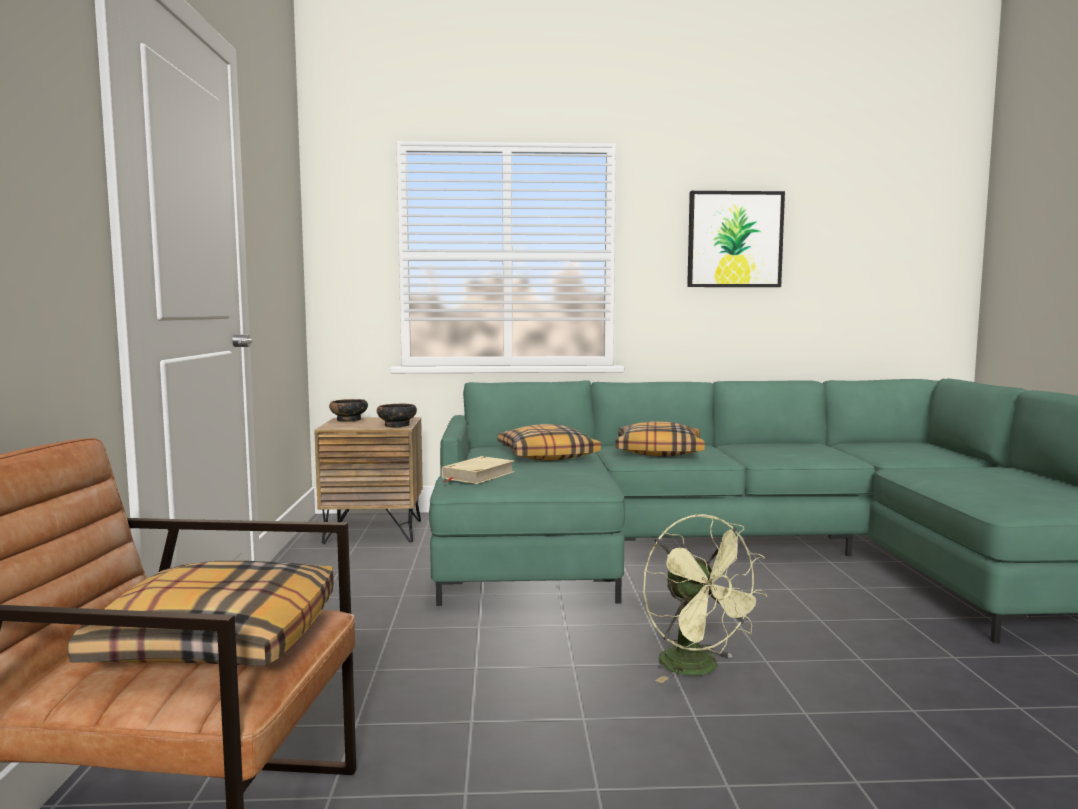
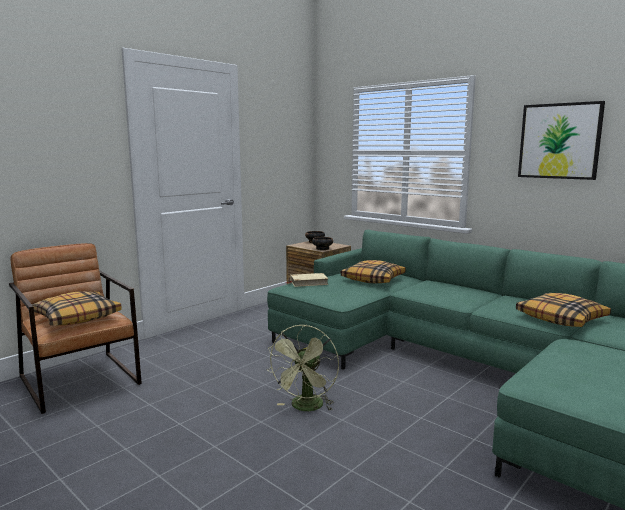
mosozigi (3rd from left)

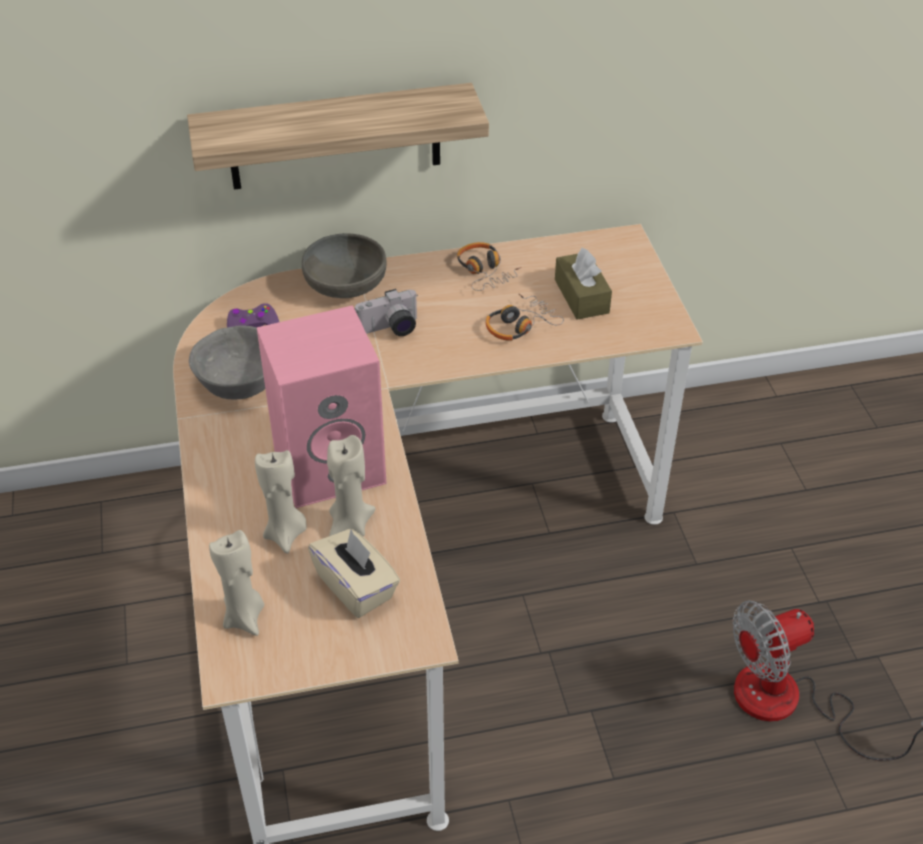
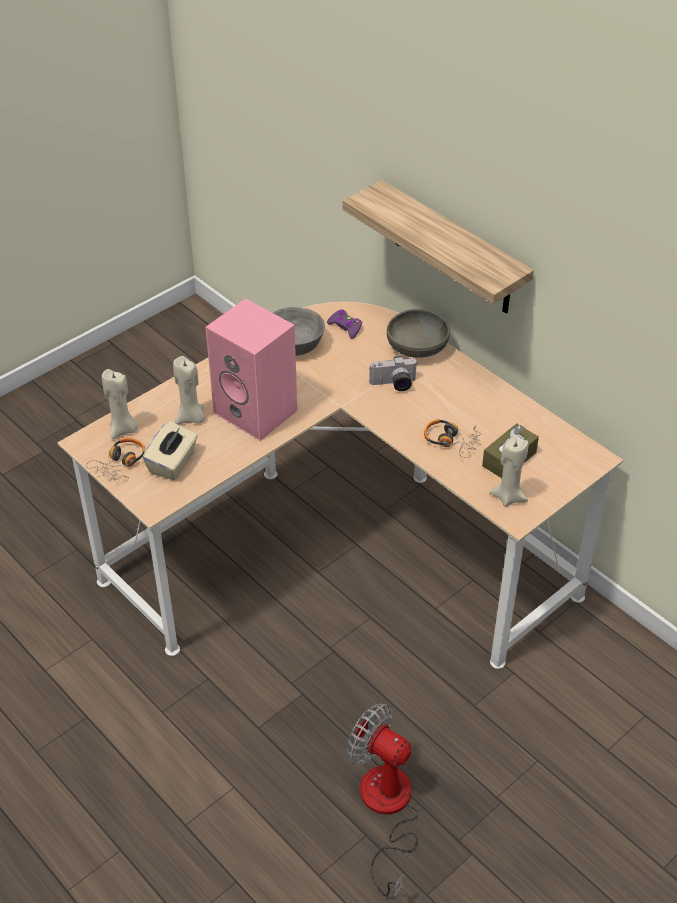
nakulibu (1st from left)
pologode
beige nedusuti (3rd from left)

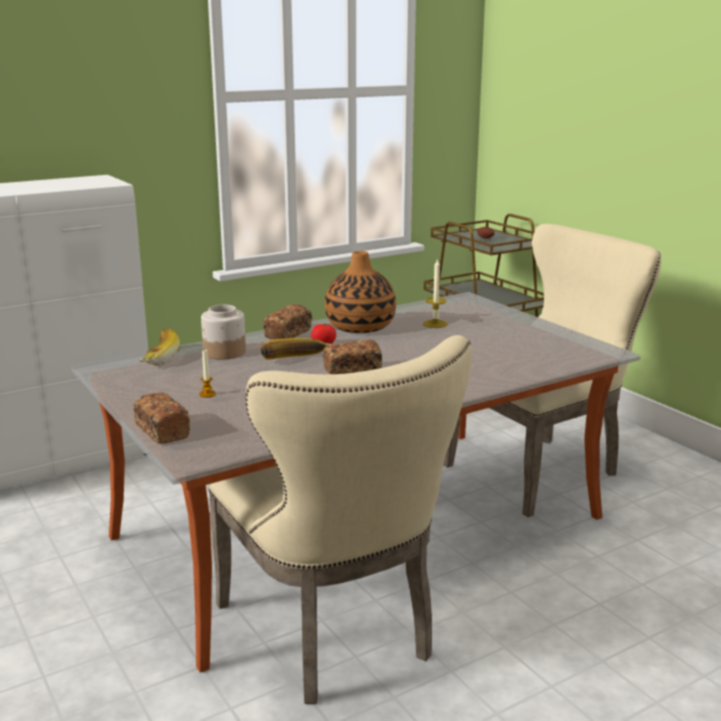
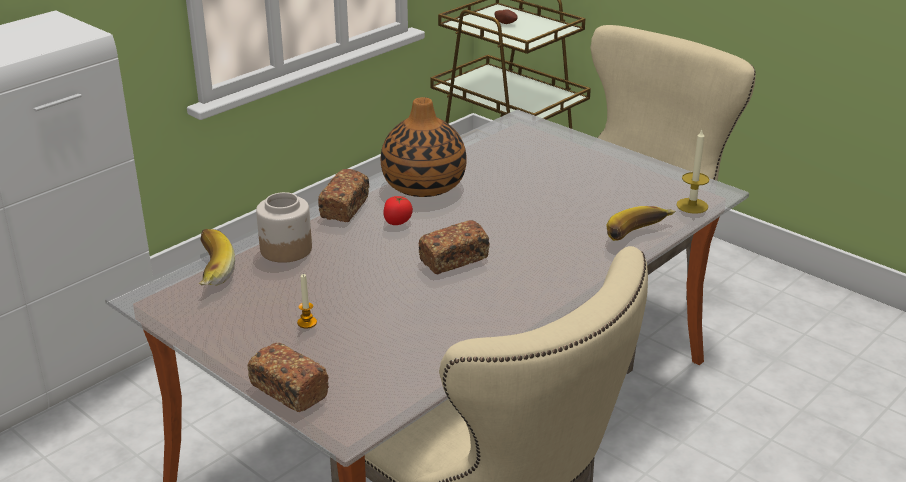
nedusuti (2nd from left)
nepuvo (2nd from left)

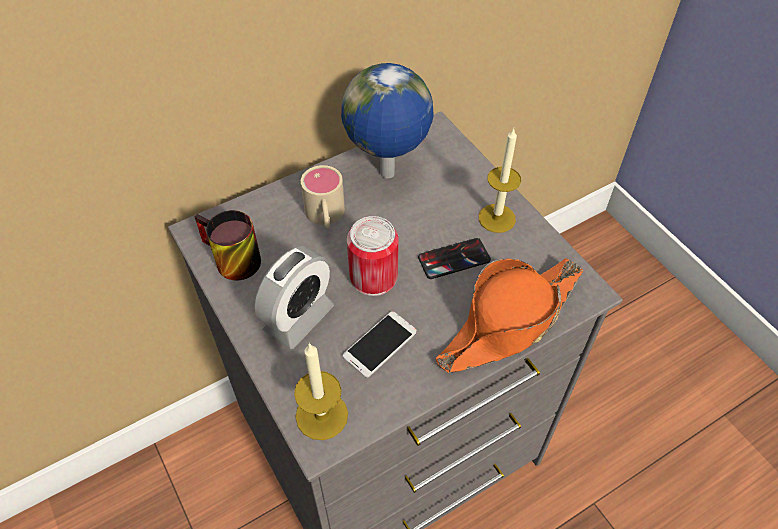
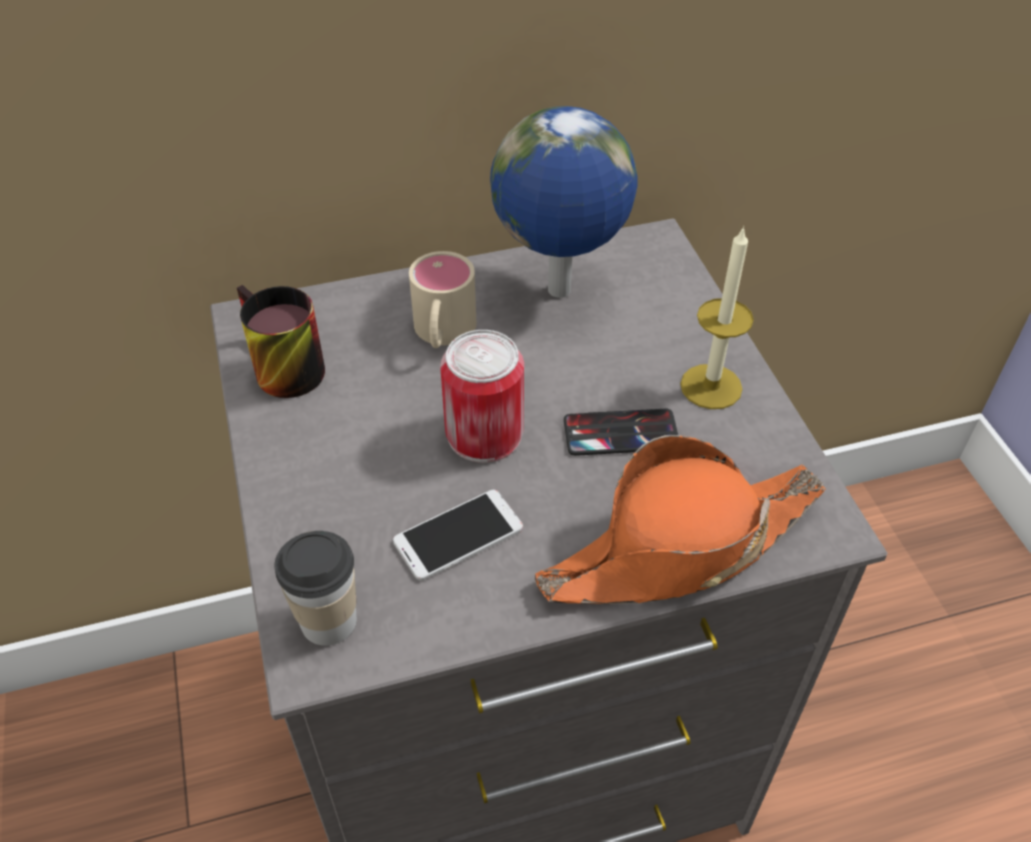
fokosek
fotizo

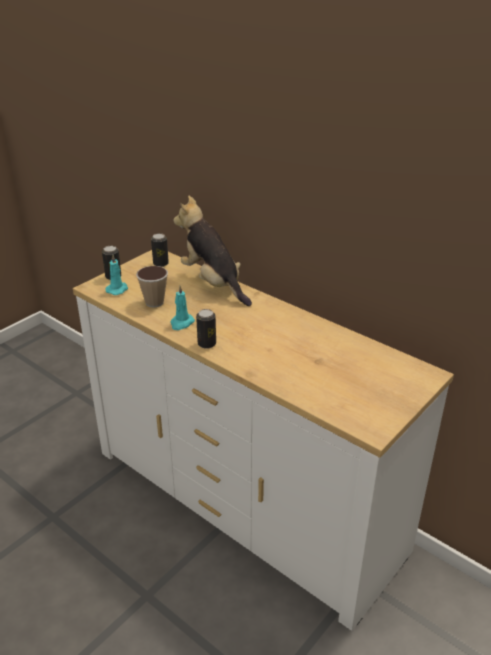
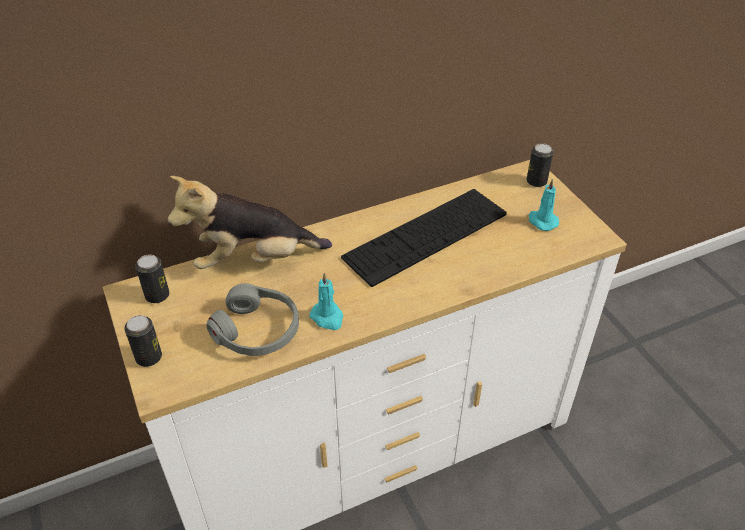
turquoise nedusuti (2nd from left)
grey nakulibu
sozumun (3rd from left)
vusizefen

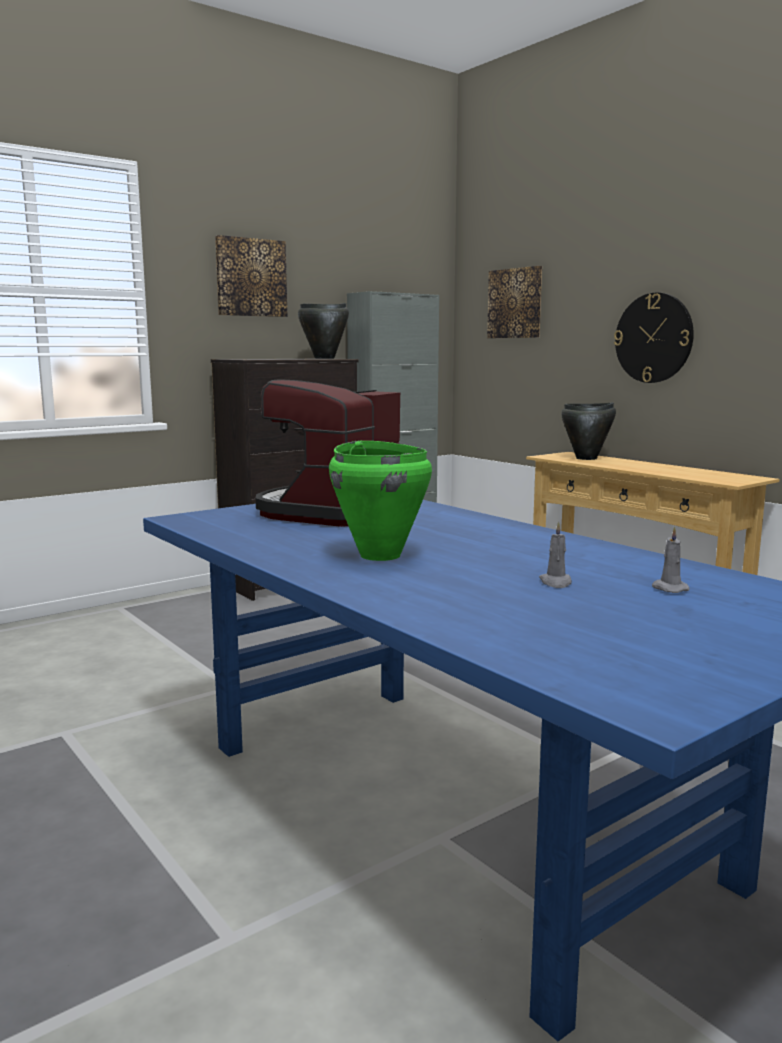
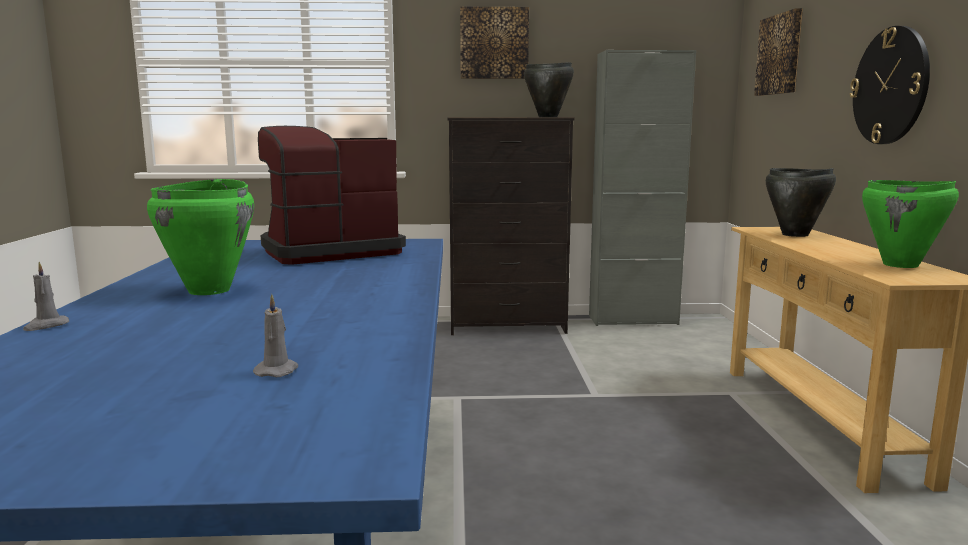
grey nedusuti (1st from left)
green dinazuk (2nd from left)

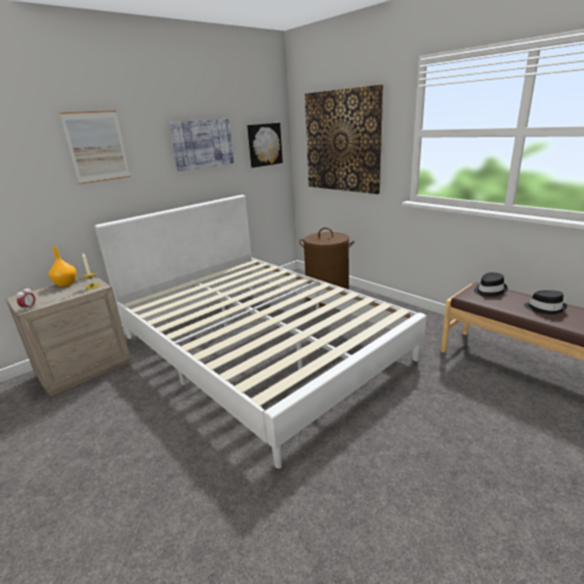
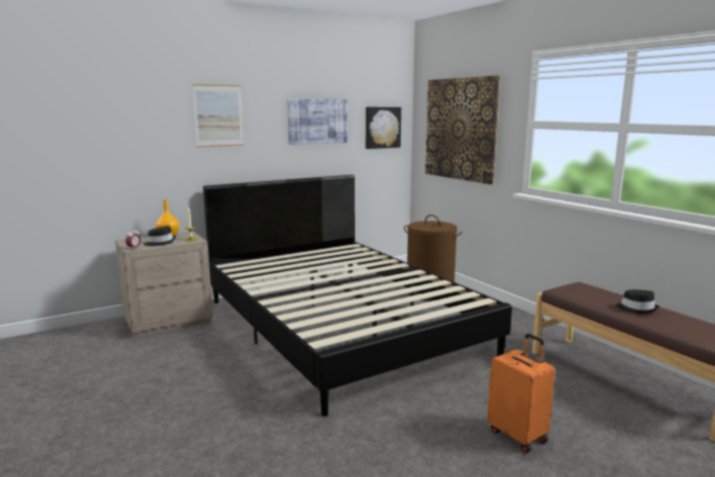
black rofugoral
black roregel (1st from left)
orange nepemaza

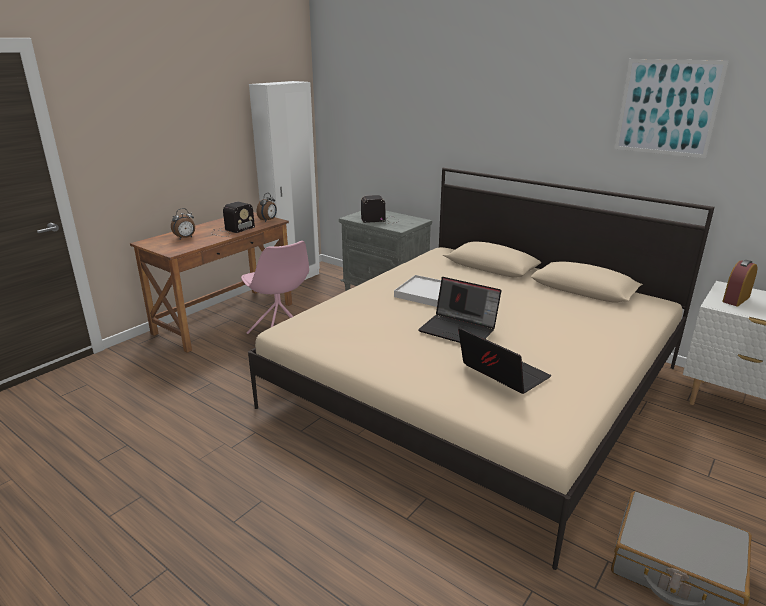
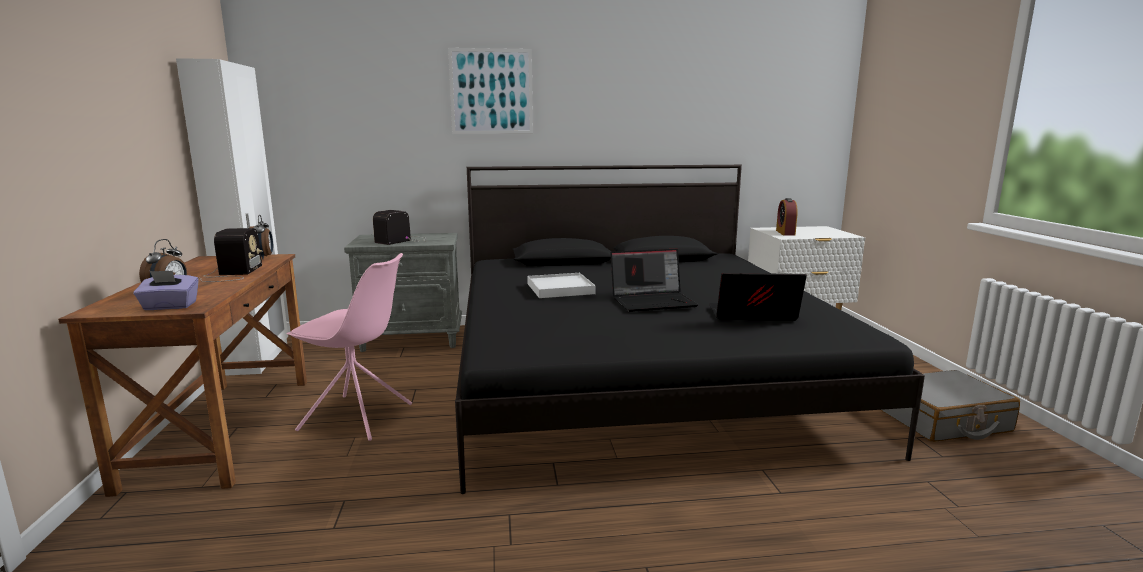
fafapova
black rofugoral
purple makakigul

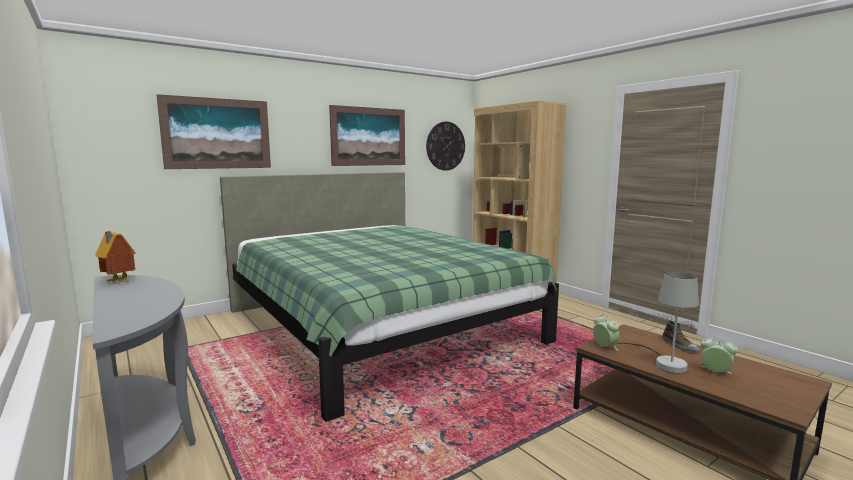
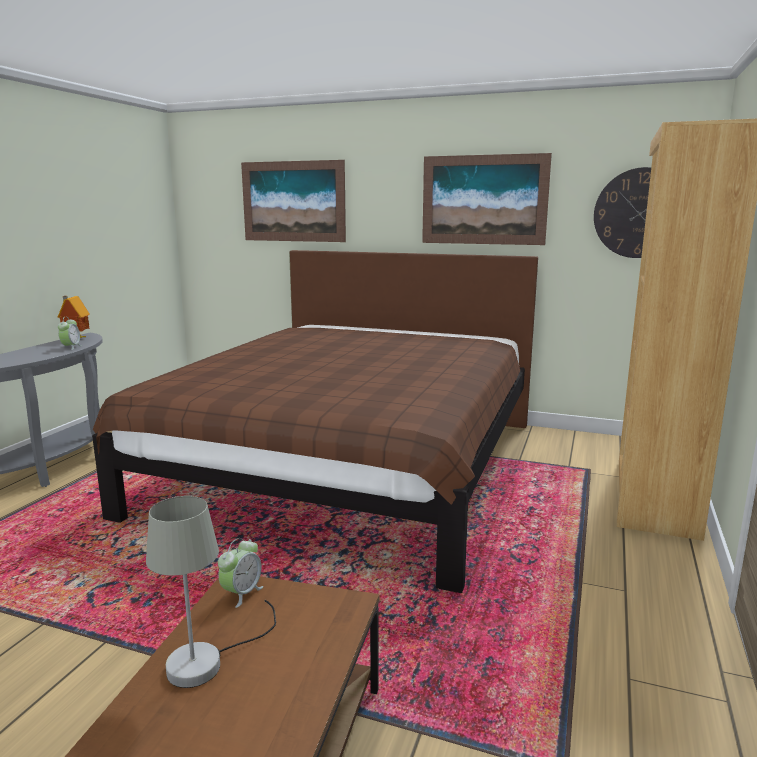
brown rofugoral
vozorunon
fokosek (1st from left)

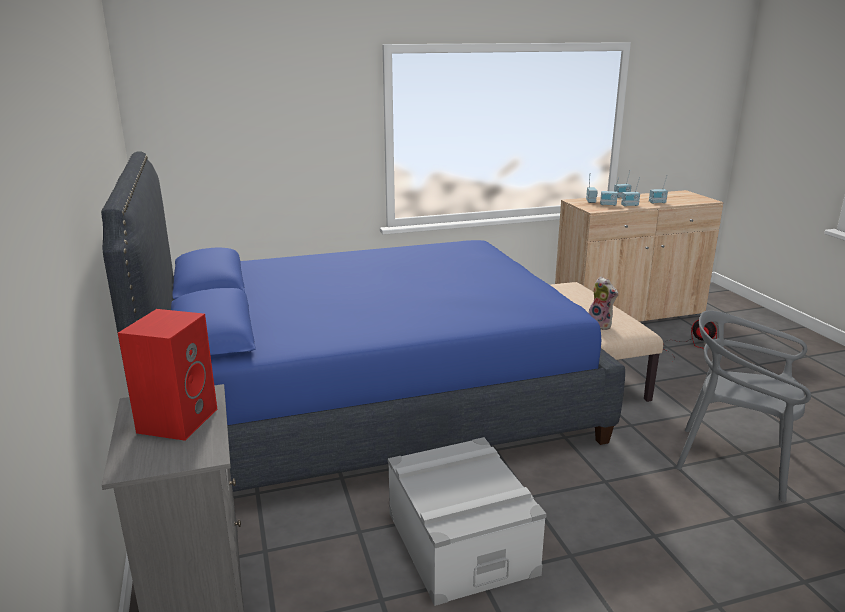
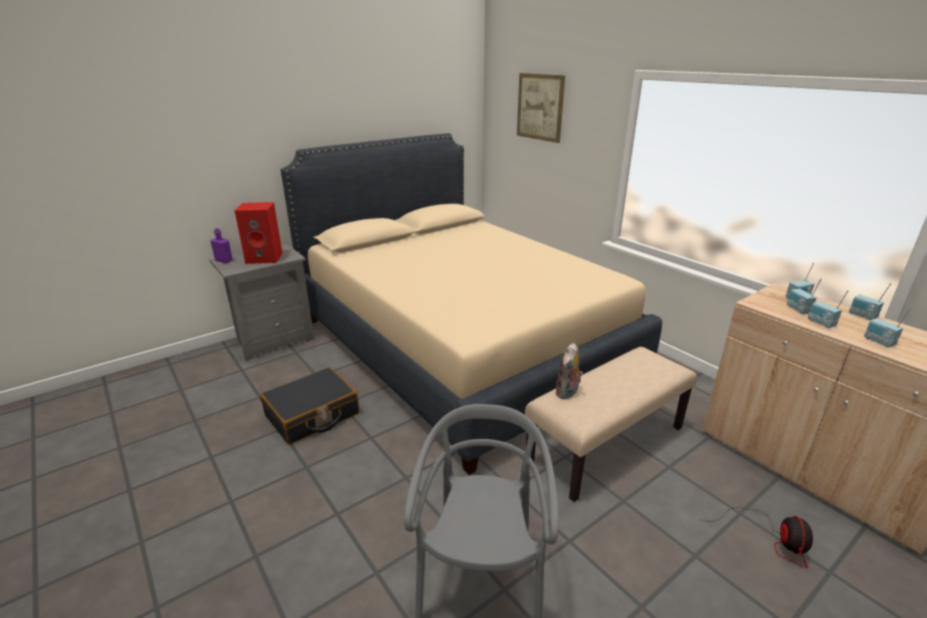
beige rofugoral
black nepemaza
fafapova
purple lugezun

